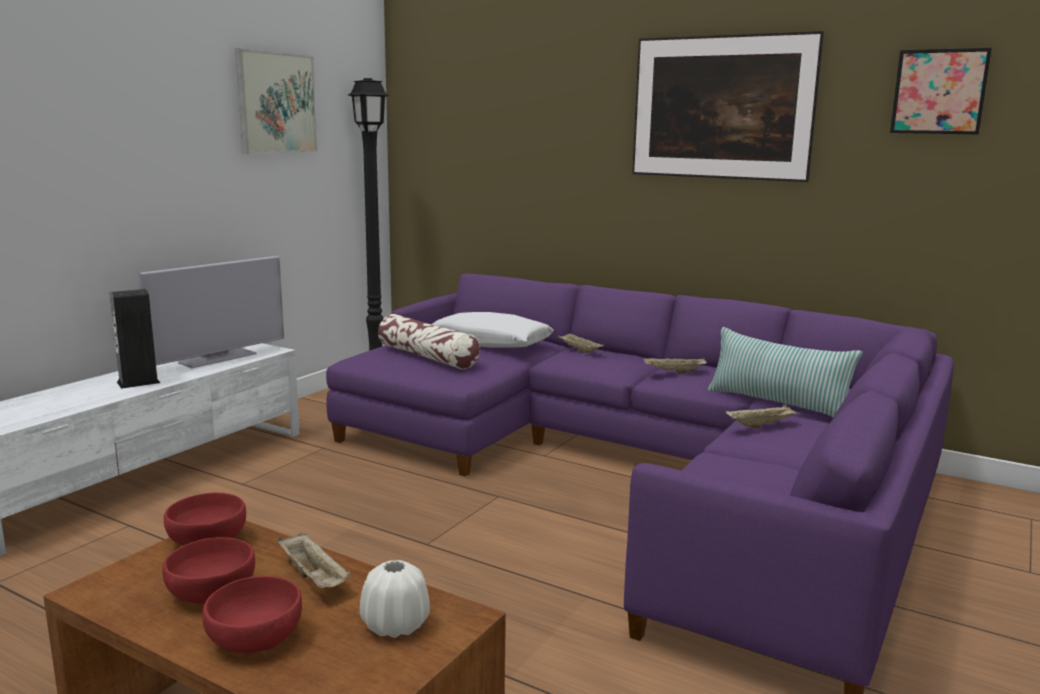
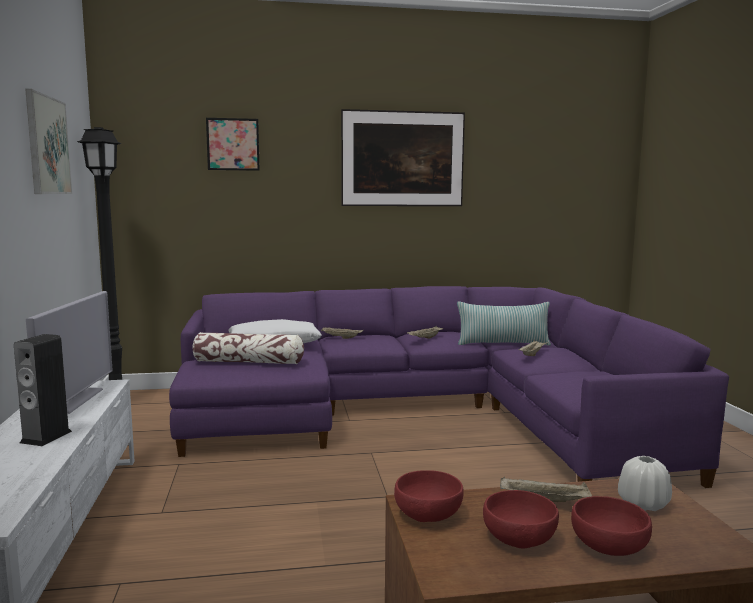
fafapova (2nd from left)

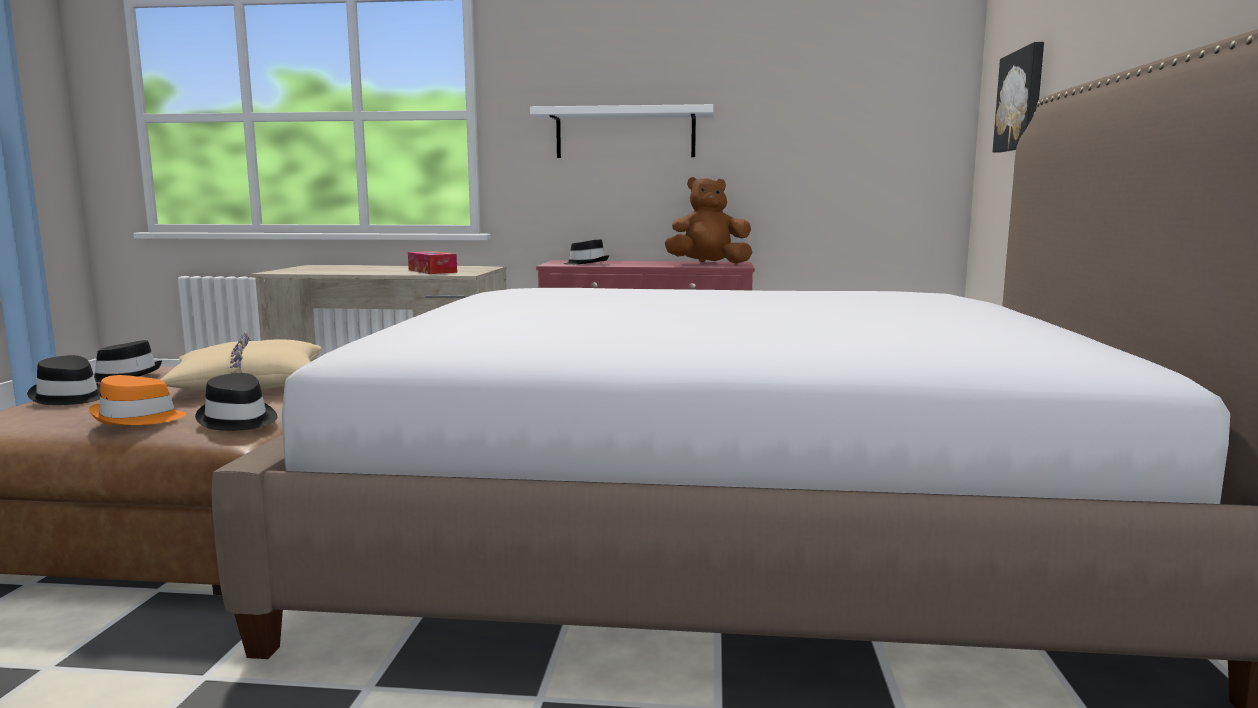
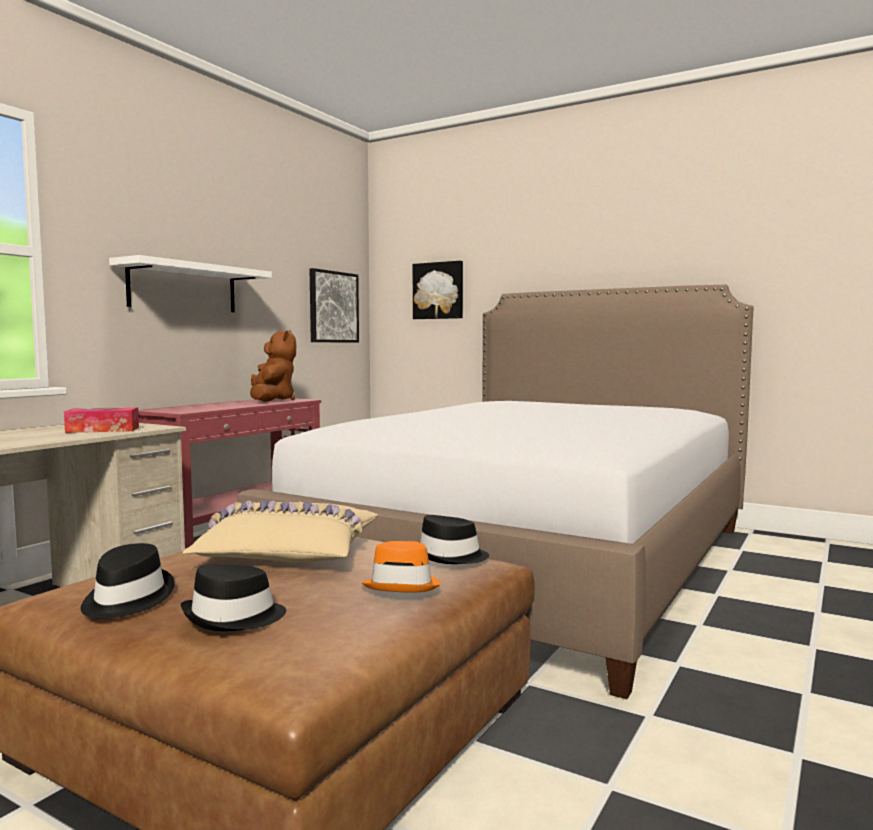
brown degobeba
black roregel (4th from left in the first image)
fafapova (1st from left)

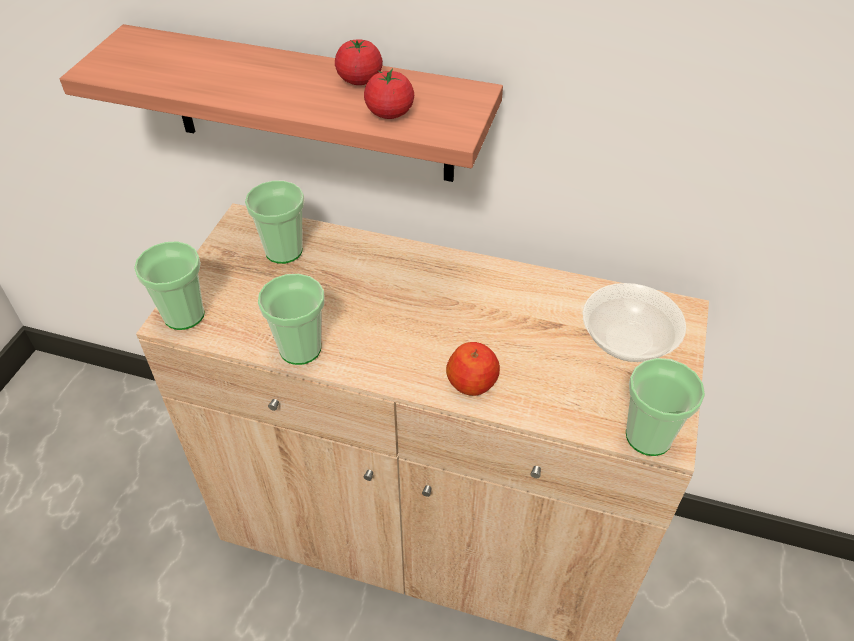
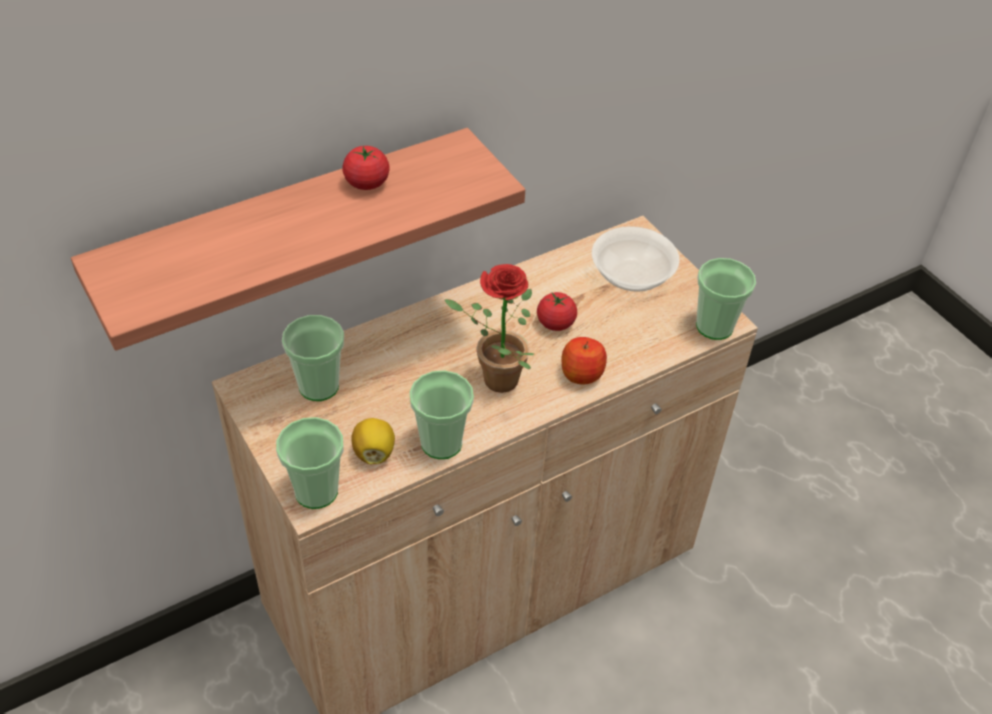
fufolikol (2nd from left)
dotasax
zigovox

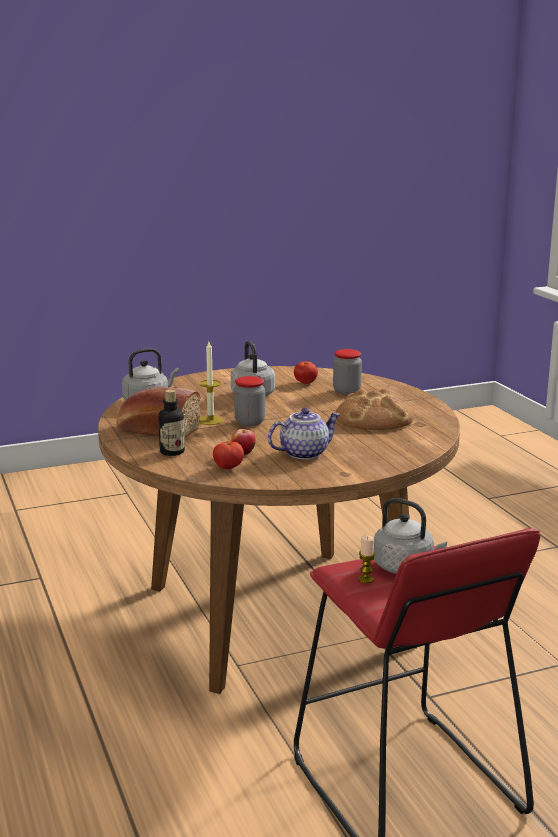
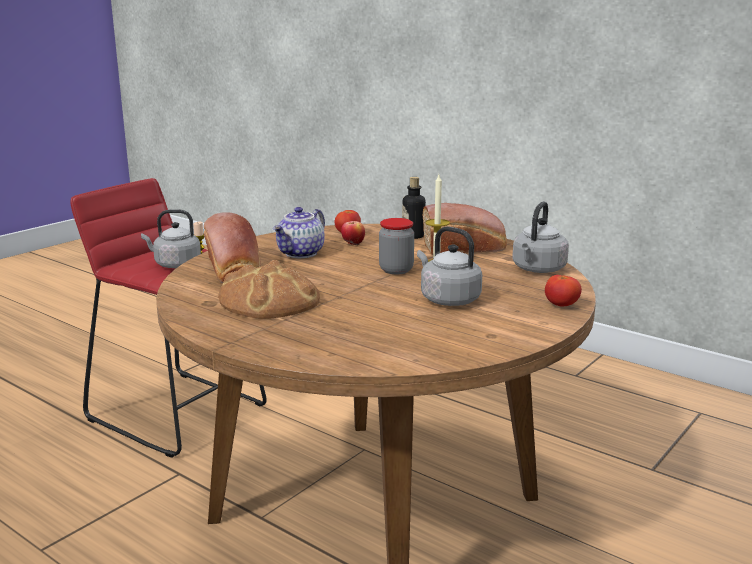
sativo (2nd from left in the first image)
fufolikol (2nd from left)
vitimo (1st from left)

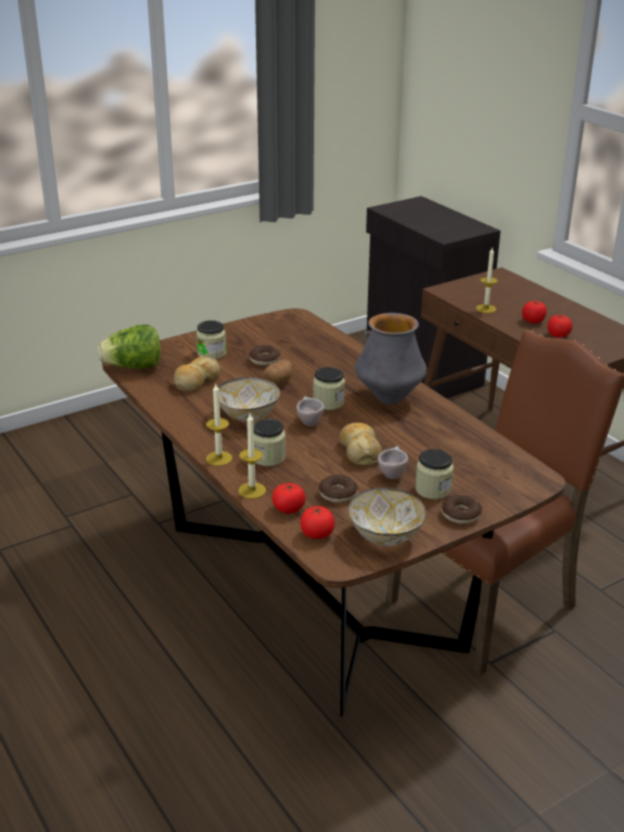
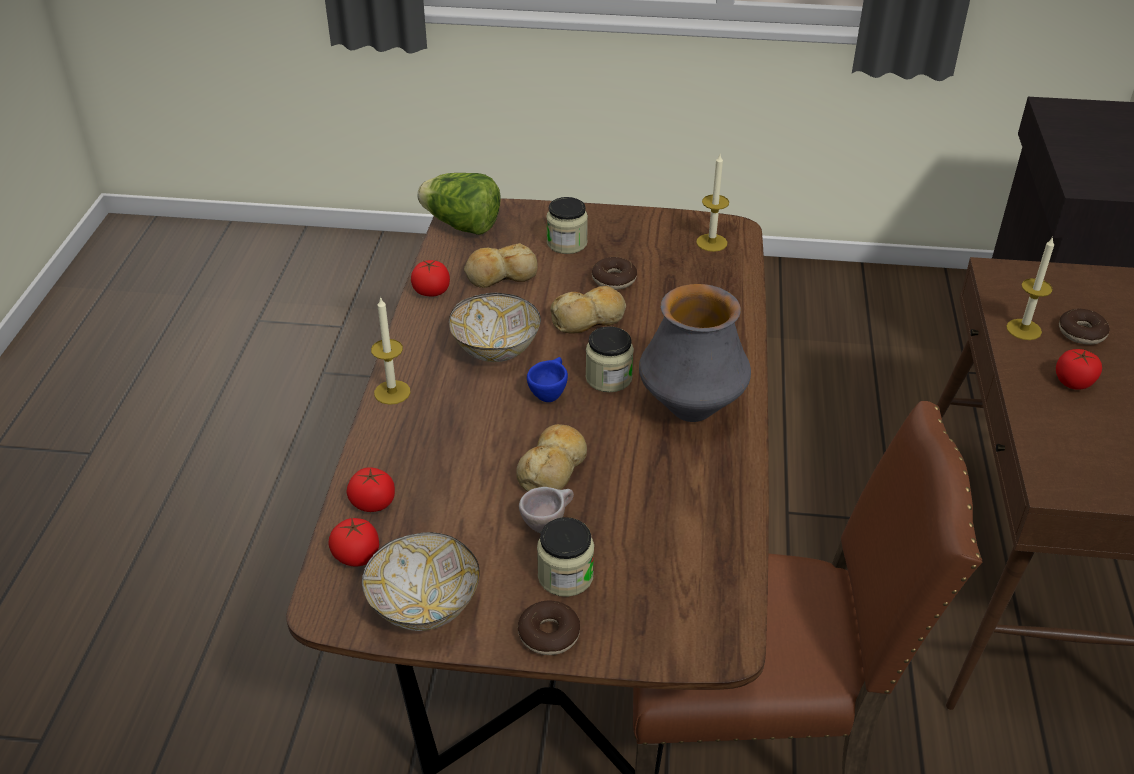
fufolikol (3rd from left)
vitimo (3rd from left)
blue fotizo
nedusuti (2nd from left)
sativo (2nd from left in the first image)
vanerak (3rd from left)

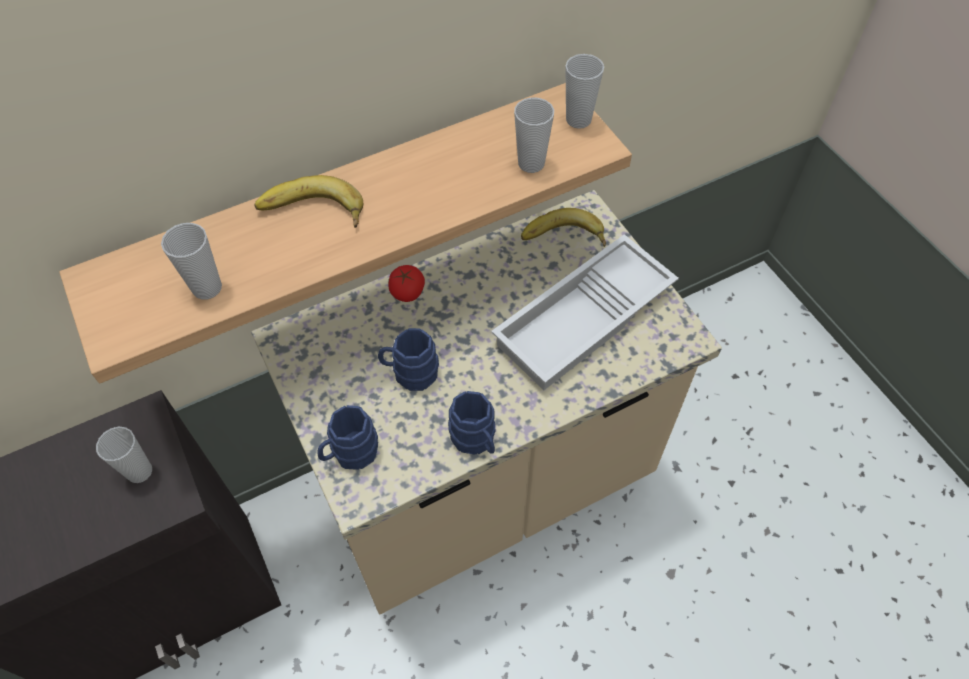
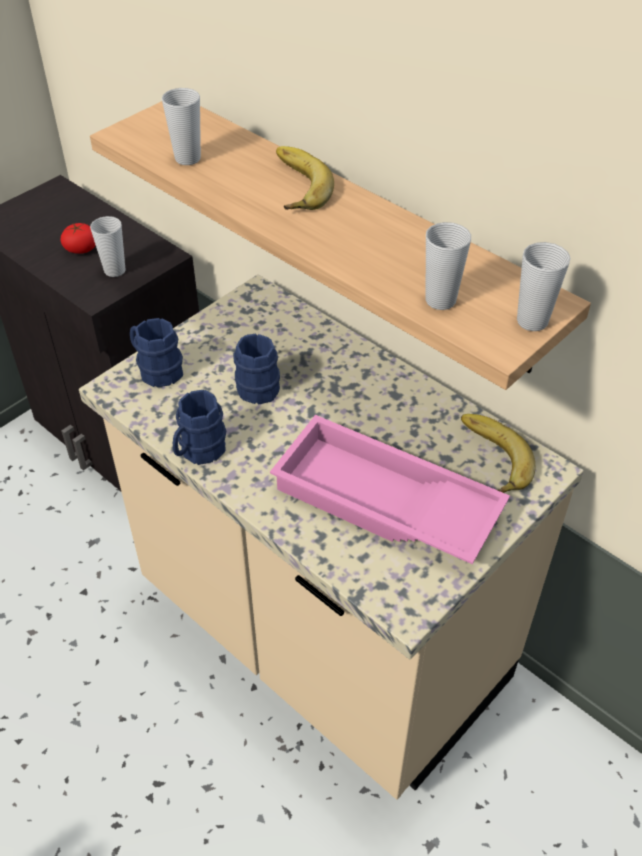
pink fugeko
fufolikol

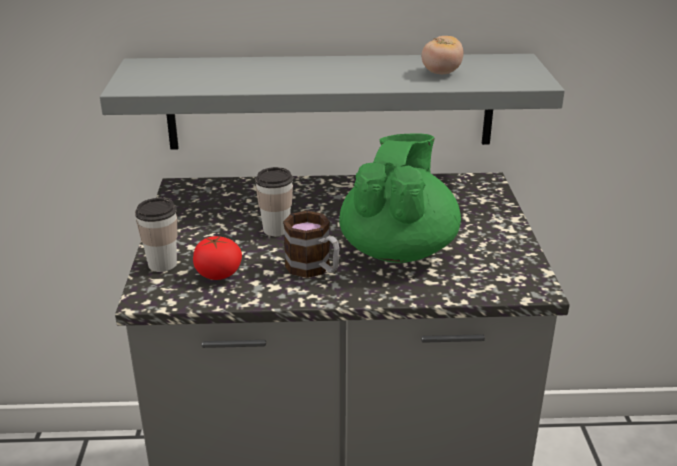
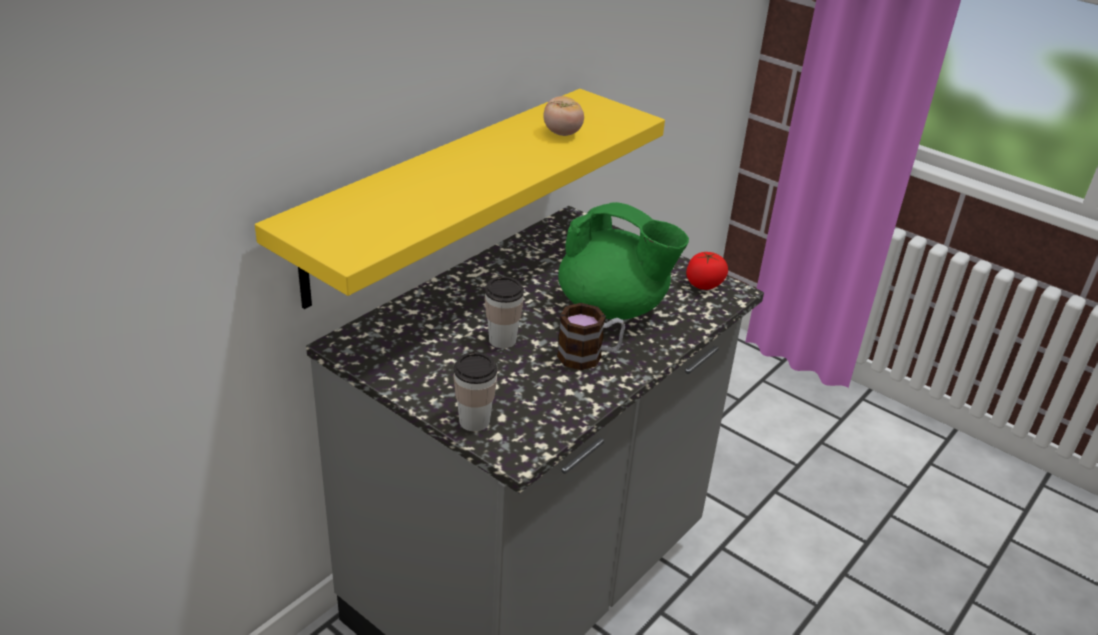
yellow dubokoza
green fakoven
fufolikol (2nd from left)

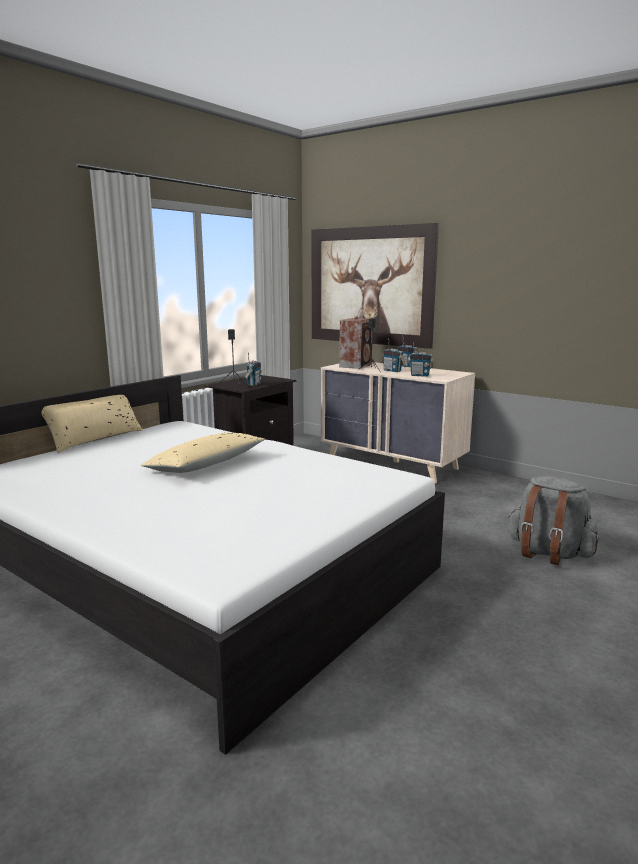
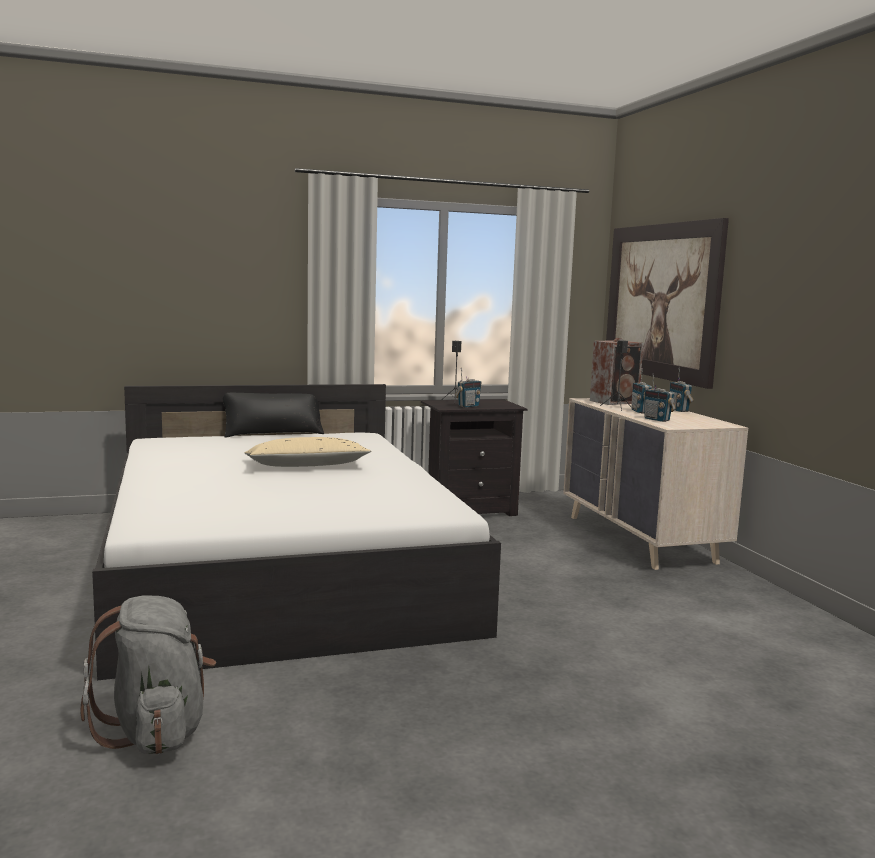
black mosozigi
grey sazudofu

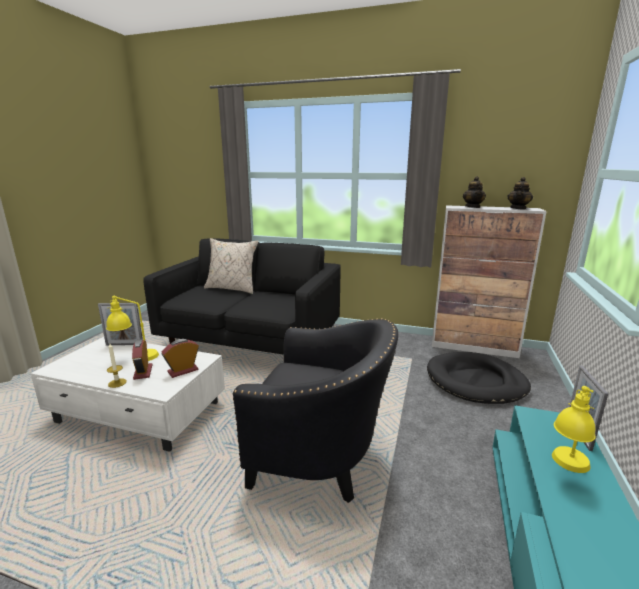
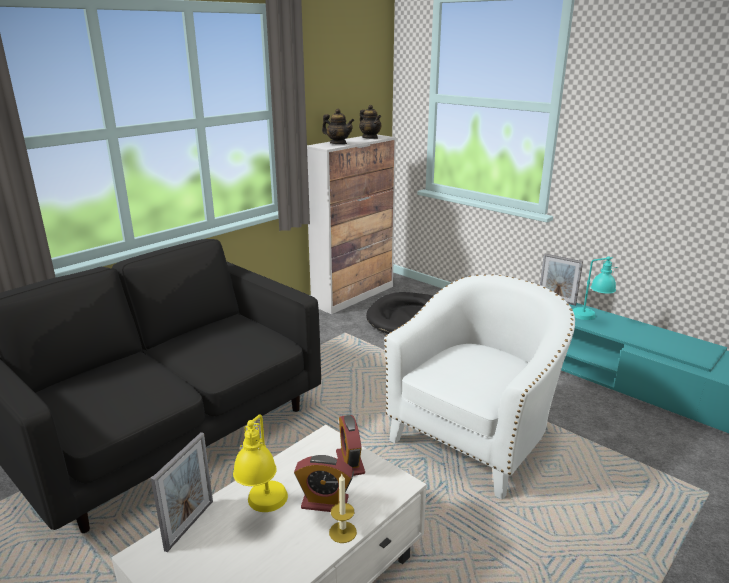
beige mosozigi
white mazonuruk
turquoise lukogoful

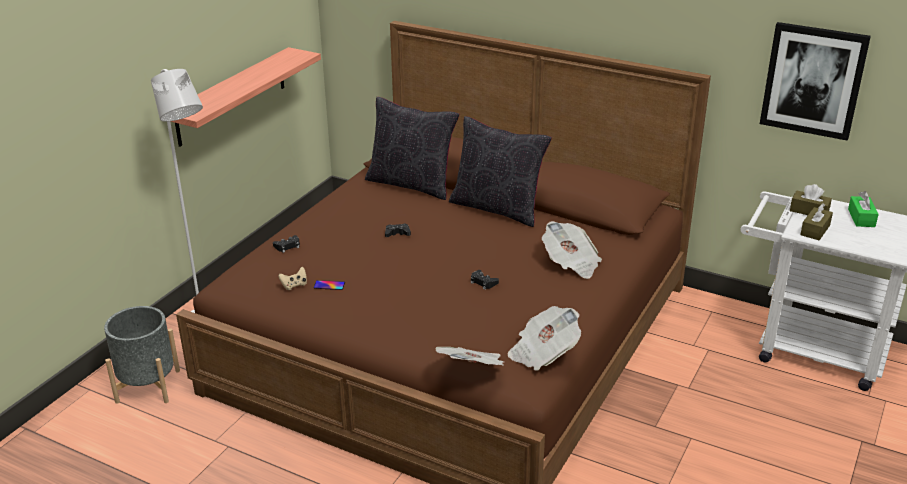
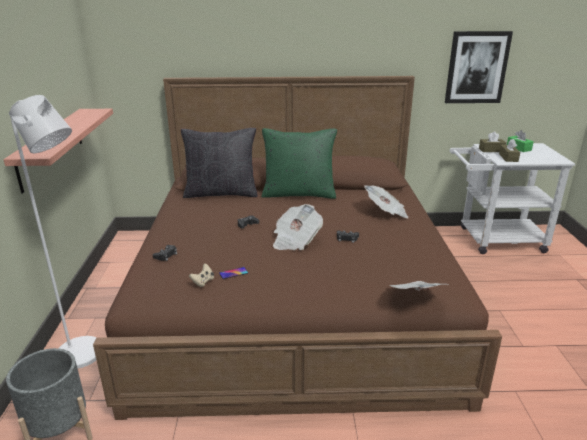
green mosozigi
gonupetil (1st from left)

